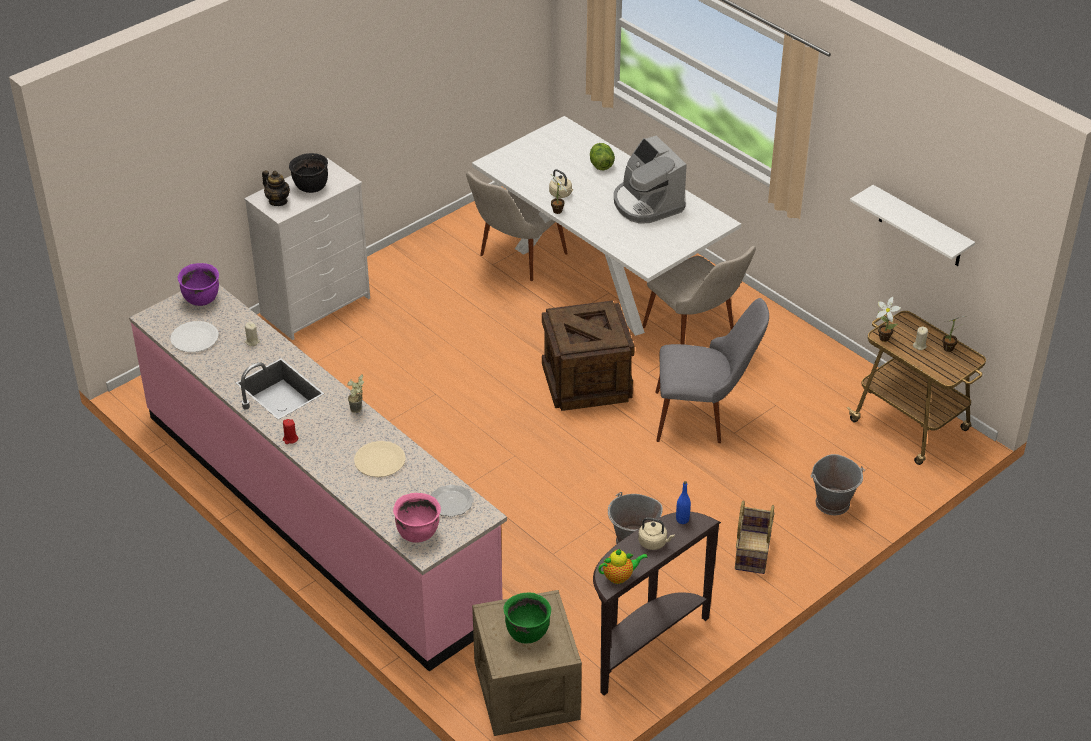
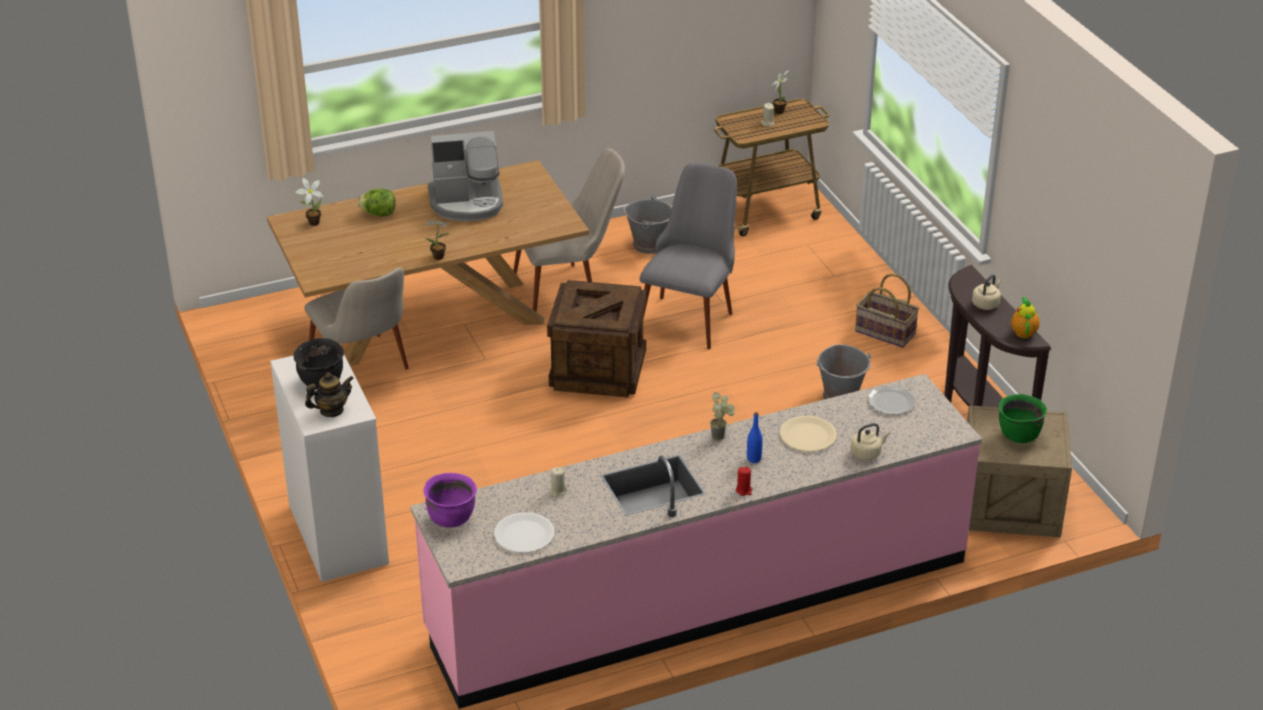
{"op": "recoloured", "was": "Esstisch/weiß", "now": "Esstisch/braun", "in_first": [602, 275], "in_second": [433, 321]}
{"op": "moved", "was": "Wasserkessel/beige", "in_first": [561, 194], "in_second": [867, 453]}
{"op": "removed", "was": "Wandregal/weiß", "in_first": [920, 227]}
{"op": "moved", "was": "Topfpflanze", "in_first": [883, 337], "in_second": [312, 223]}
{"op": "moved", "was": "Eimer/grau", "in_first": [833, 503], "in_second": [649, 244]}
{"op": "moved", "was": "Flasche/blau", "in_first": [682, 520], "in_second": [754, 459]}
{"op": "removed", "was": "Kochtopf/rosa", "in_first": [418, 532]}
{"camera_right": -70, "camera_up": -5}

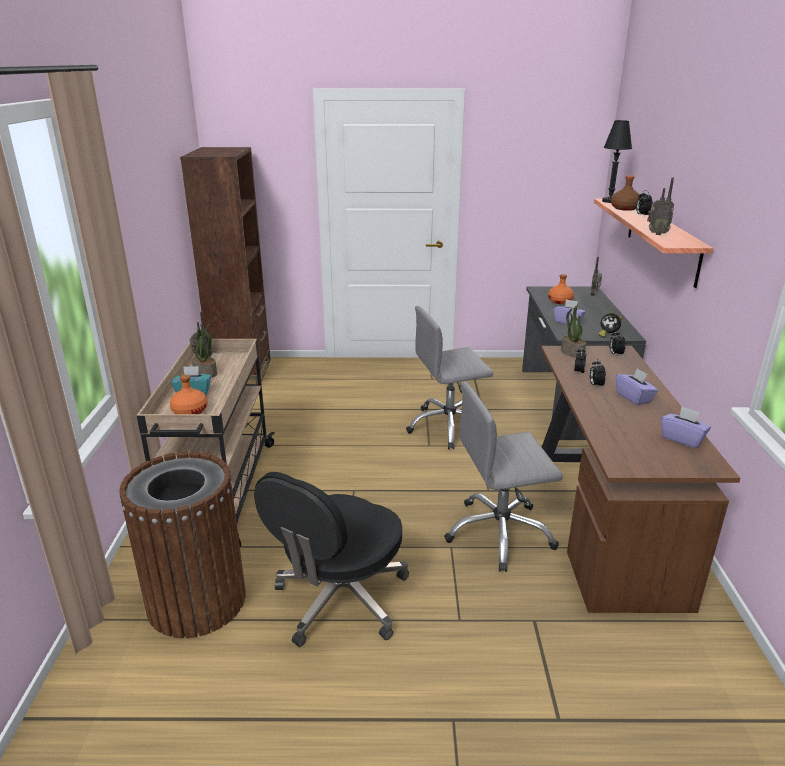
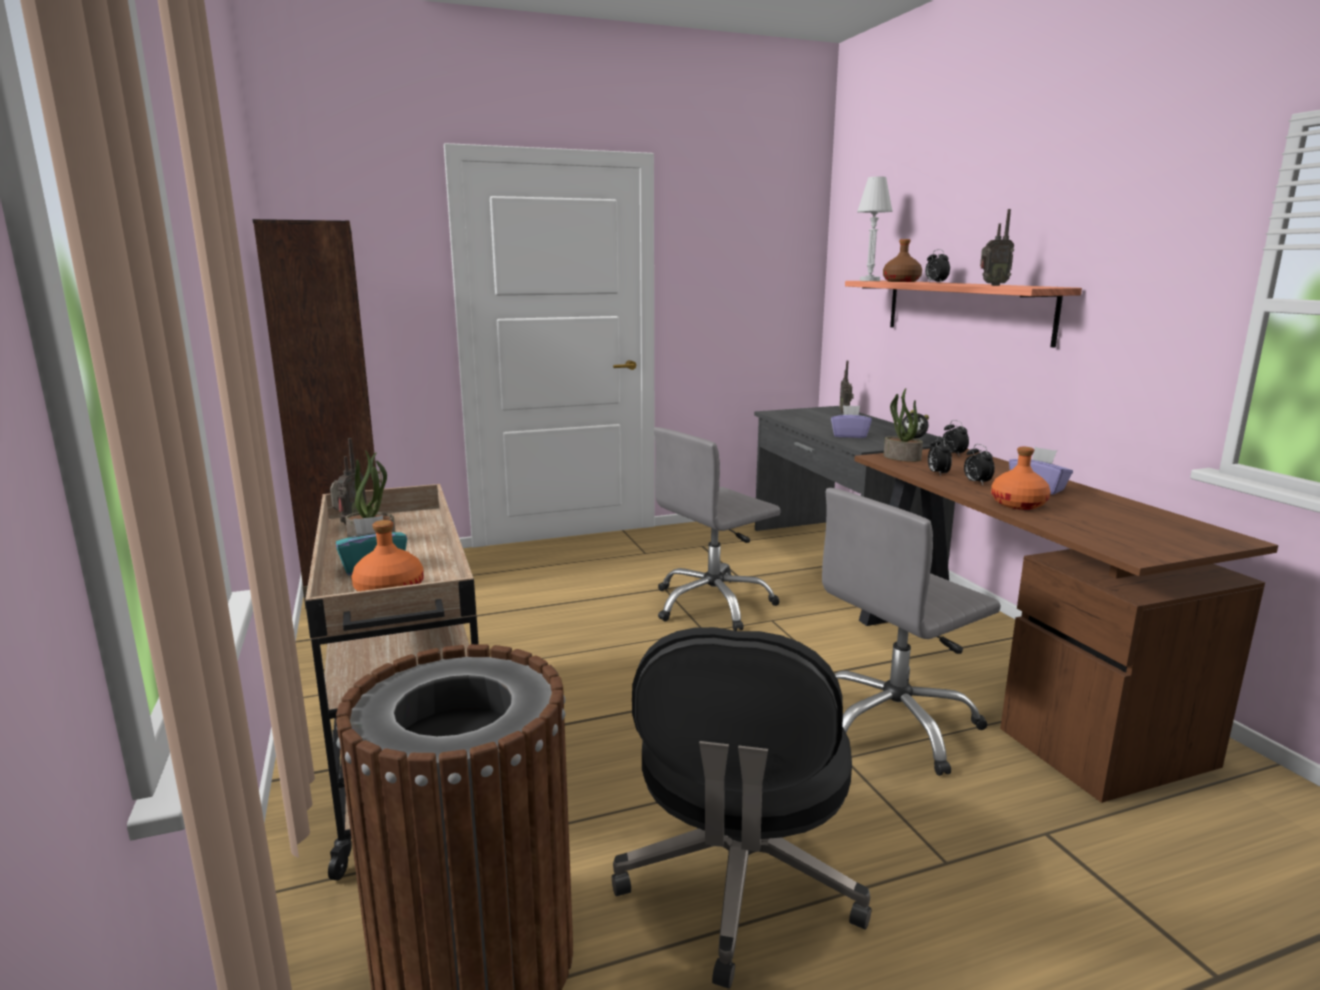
{"op": "recoloured", "was": "Tischlampe/schwarz", "now": "Tischlampe/weiß", "in_first": [610, 201], "in_second": [869, 280]}
{"op": "moved", "was": "Flasche/orange", "in_first": [560, 301], "in_second": [1019, 504]}
{"op": "removed", "was": "Taschentuchbox/lila", "in_first": [682, 439]}
{"camera_right": -20, "camera_up": -10}

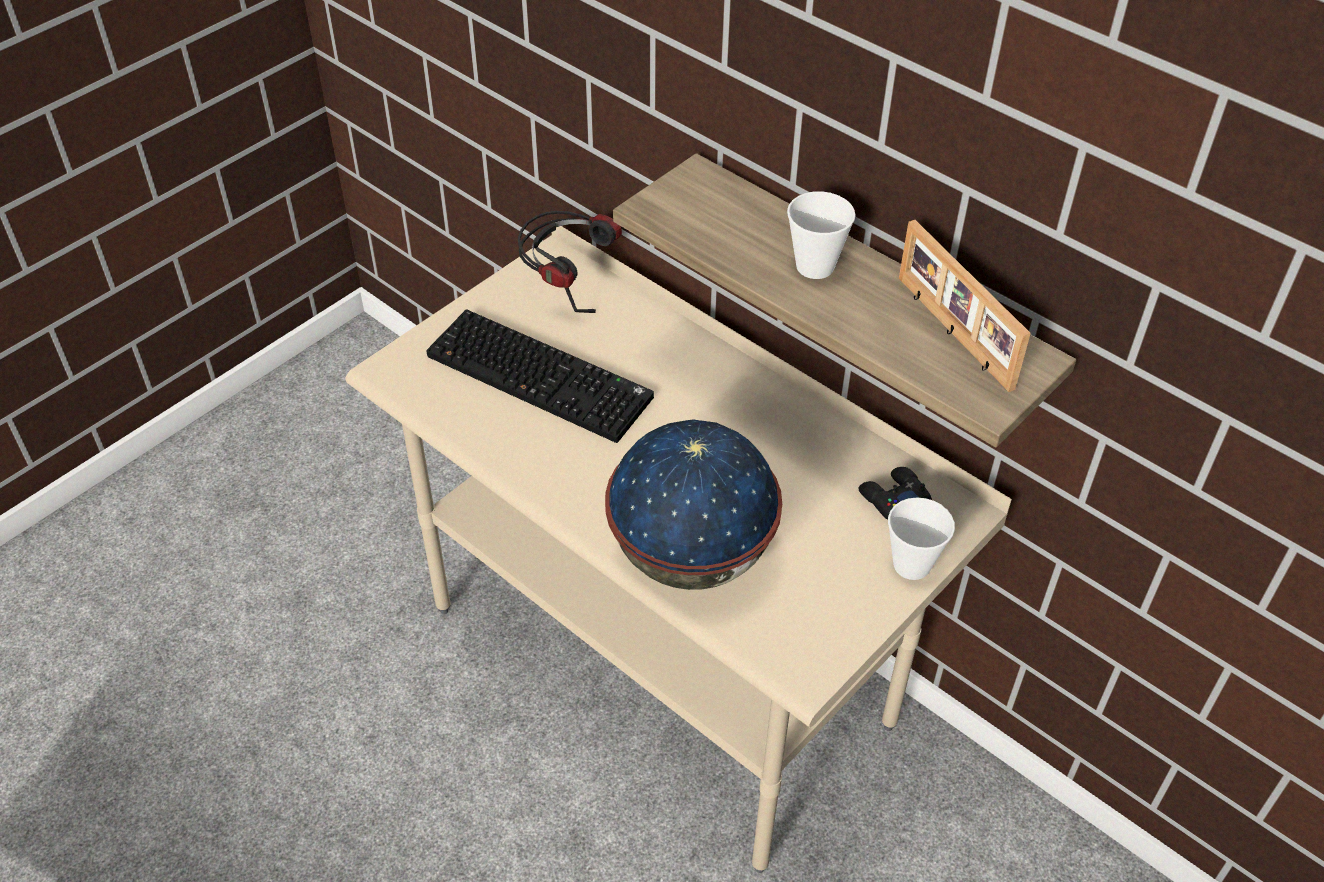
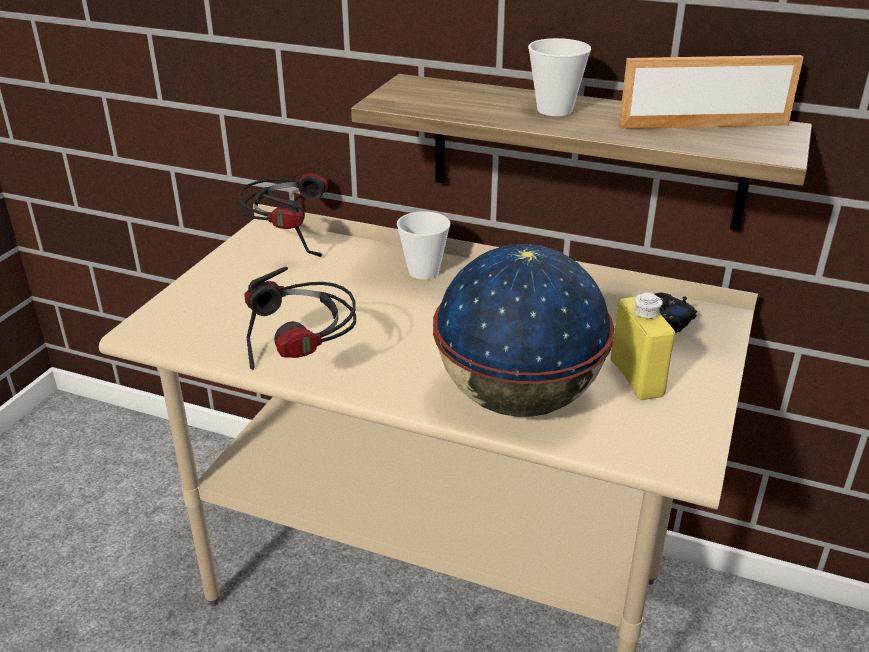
{"op": "turned", "was": "Bilderrahmen", "in_first": [952, 332], "in_second": [702, 125], "clockwise": 135}
{"op": "removed", "was": "Tastatur", "in_first": [543, 376]}
{"op": "moved", "was": "Tasse", "in_first": [911, 565], "in_second": [423, 272]}
{"op": "added", "now": "Kopfhörer", "in_second": [306, 366]}
{"op": "added", "now": "Flasche/gelb", "in_second": [636, 378]}
{"camera_right": -20, "camera_up": -15}

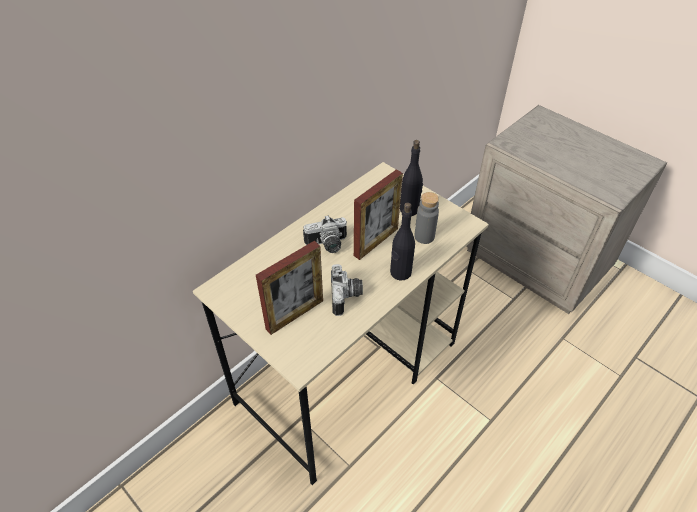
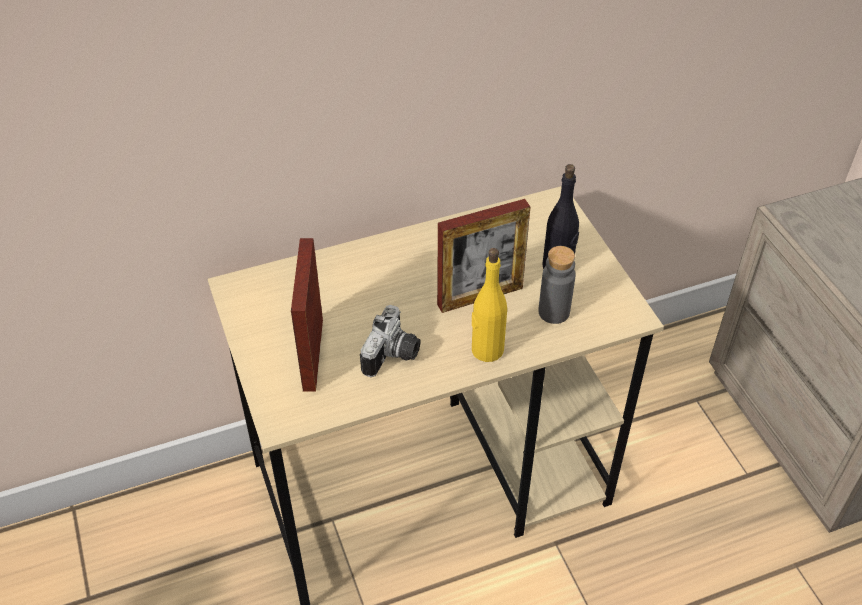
{"op": "recoloured", "was": "Flasche/schwarz", "now": "Flasche/gelb", "in_first": [400, 272], "in_second": [486, 350]}
{"op": "removed", "was": "Kamera", "in_first": [327, 245]}
{"op": "turned", "was": "Bilderrahmen", "in_first": [295, 314], "in_second": [313, 354], "clockwise": 105}
{"camera_right": 25, "camera_up": 0}

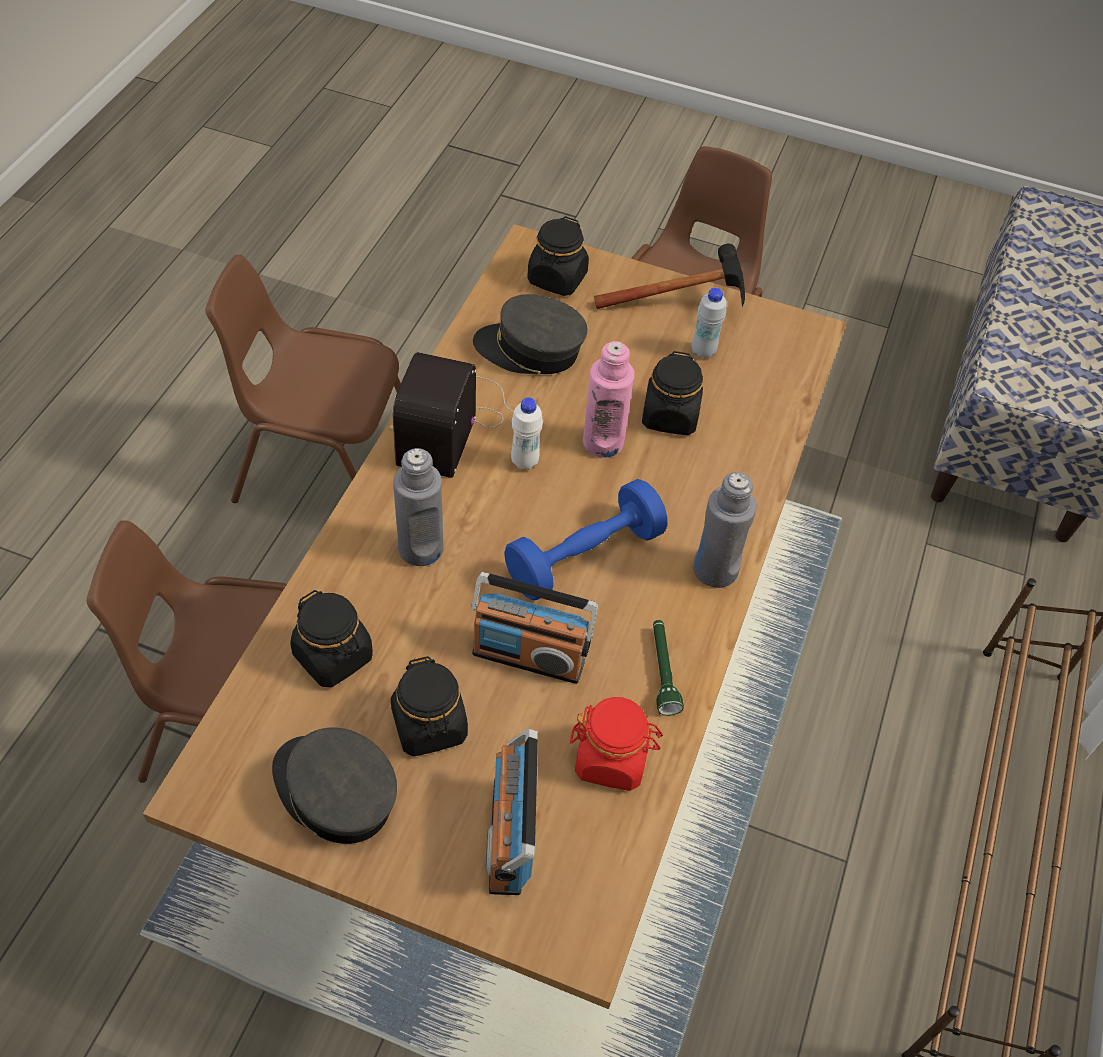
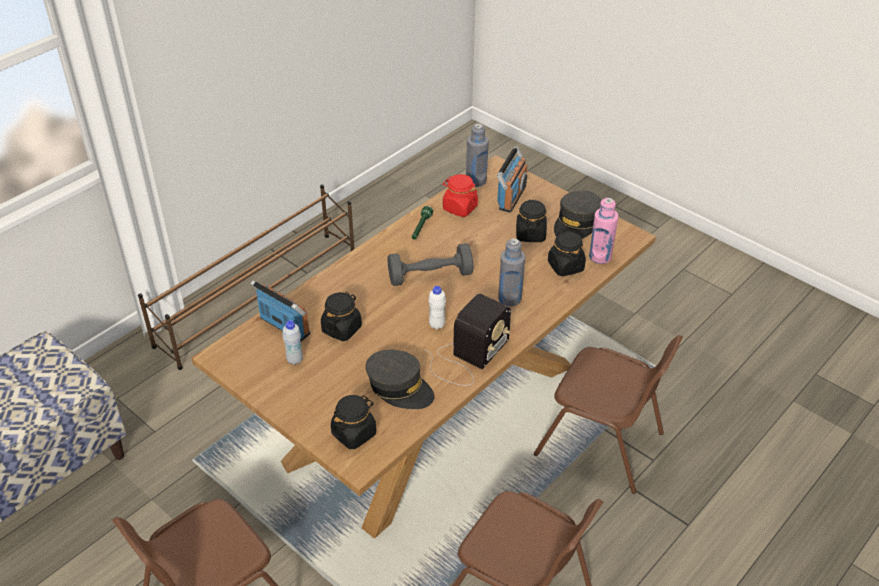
{"op": "removed", "was": "Hammer", "in_first": [685, 304]}
{"op": "moved", "was": "Flasche/rosa", "in_first": [603, 442], "in_second": [600, 257]}
{"op": "moved", "was": "Flasche/grau", "in_first": [715, 570], "in_second": [476, 181]}
{"op": "recoloured", "was": "Hantel/blau", "now": "Hantel/grau", "in_first": [584, 556], "in_second": [430, 276]}
{"op": "moved", "was": "Radio", "in_first": [529, 656], "in_second": [284, 326]}
{"op": "turned", "was": "Kappe/grau", "in_first": [334, 793], "in_second": [576, 223], "clockwise": 60}
{"camera_right": -155, "camera_up": -10}

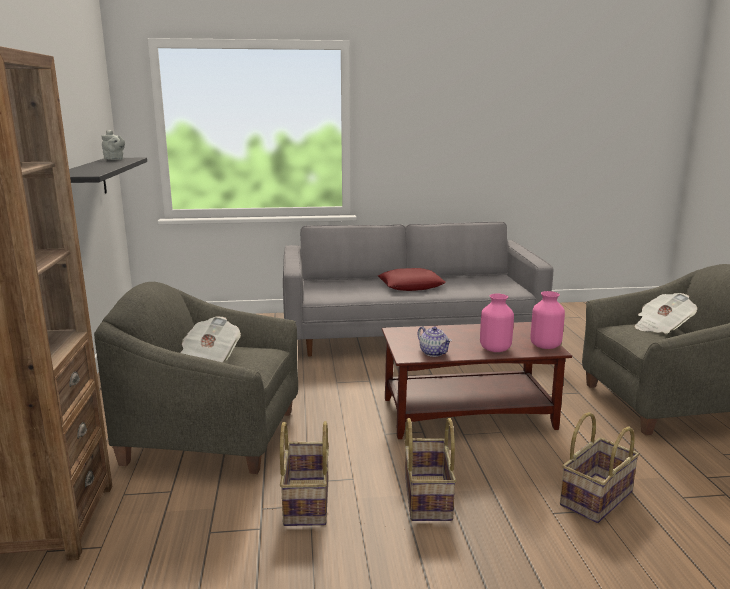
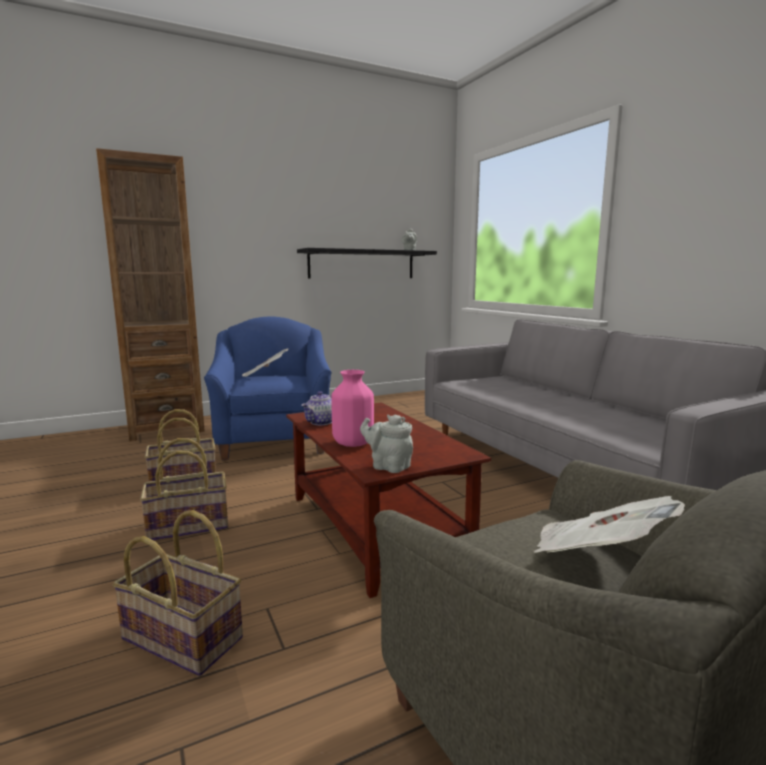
{"op": "removed", "was": "Kissen/rot", "in_first": [411, 286]}
{"op": "recoloured", "was": "Sessel/grau", "now": "Sessel/blau", "in_first": [213, 436], "in_second": [274, 439]}
{"op": "replaced", "was": "Vase/rosa", "now": "Teekanne/grau", "in_first": [545, 345], "in_second": [388, 466]}
{"camera_right": 70, "camera_up": -5}

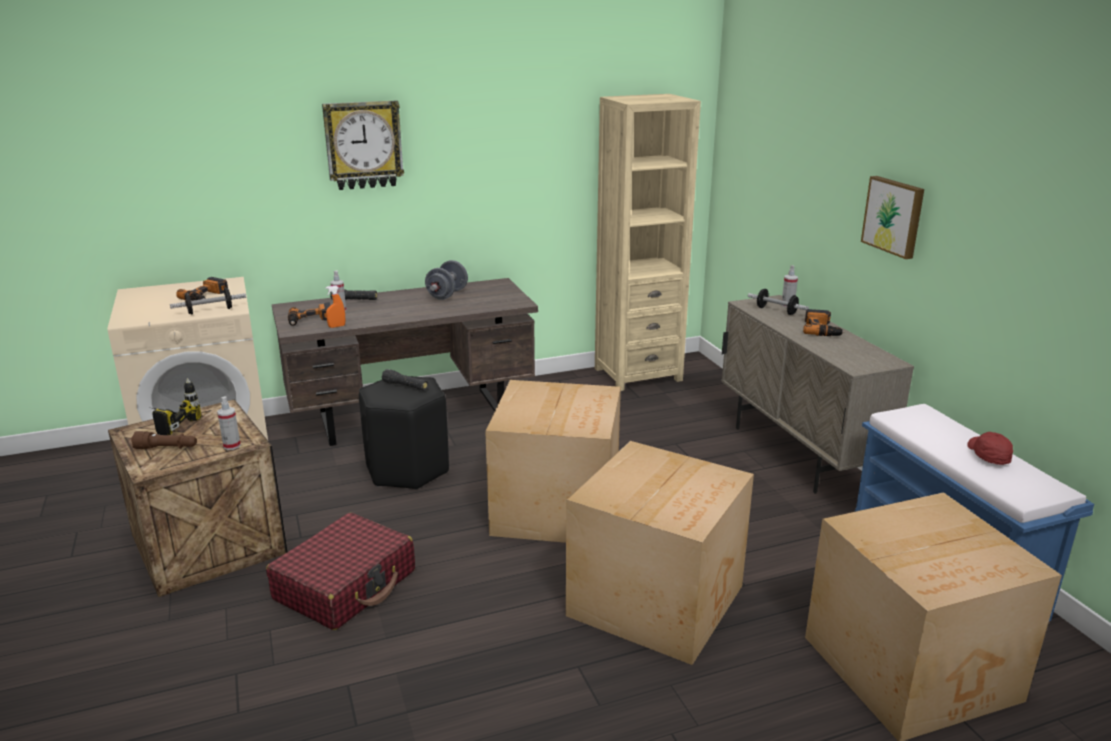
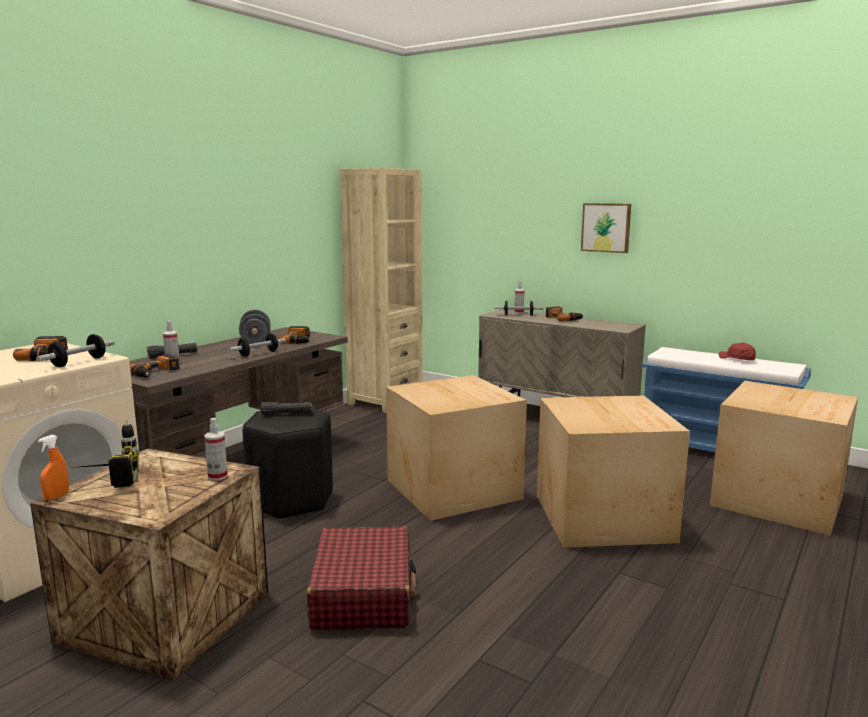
{"op": "removed", "was": "Wanduhr", "in_first": [363, 145]}
{"op": "moved", "was": "Sprühflasche/orange", "in_first": [337, 326], "in_second": [57, 496]}
{"op": "removed", "was": "Taschenlampe/braun", "in_first": [167, 448]}
{"op": "added", "now": "Bohrmaschine", "in_second": [298, 340]}
{"op": "added", "now": "Hantel", "in_second": [258, 354]}
{"camera_right": -35, "camera_up": -10}

